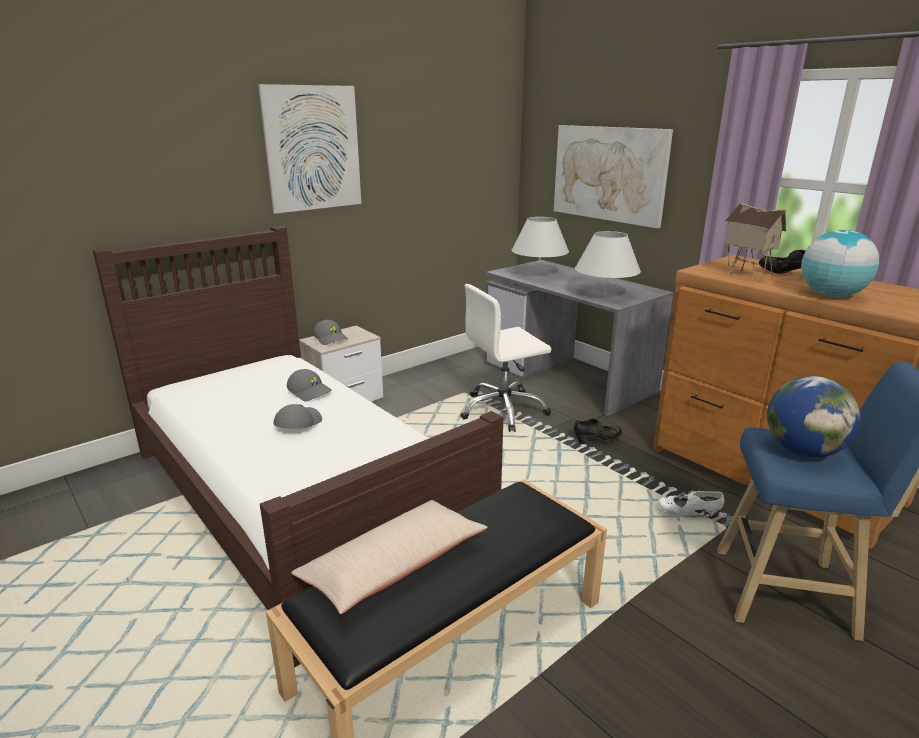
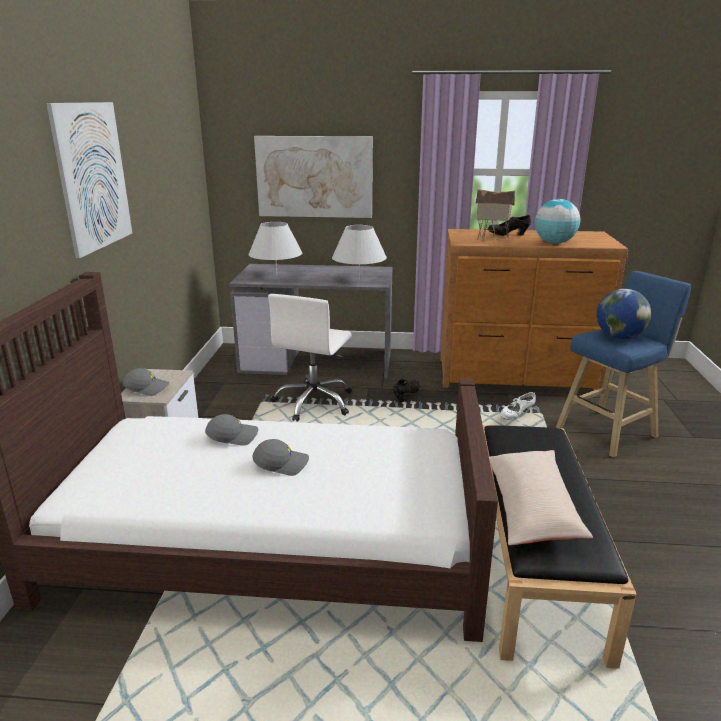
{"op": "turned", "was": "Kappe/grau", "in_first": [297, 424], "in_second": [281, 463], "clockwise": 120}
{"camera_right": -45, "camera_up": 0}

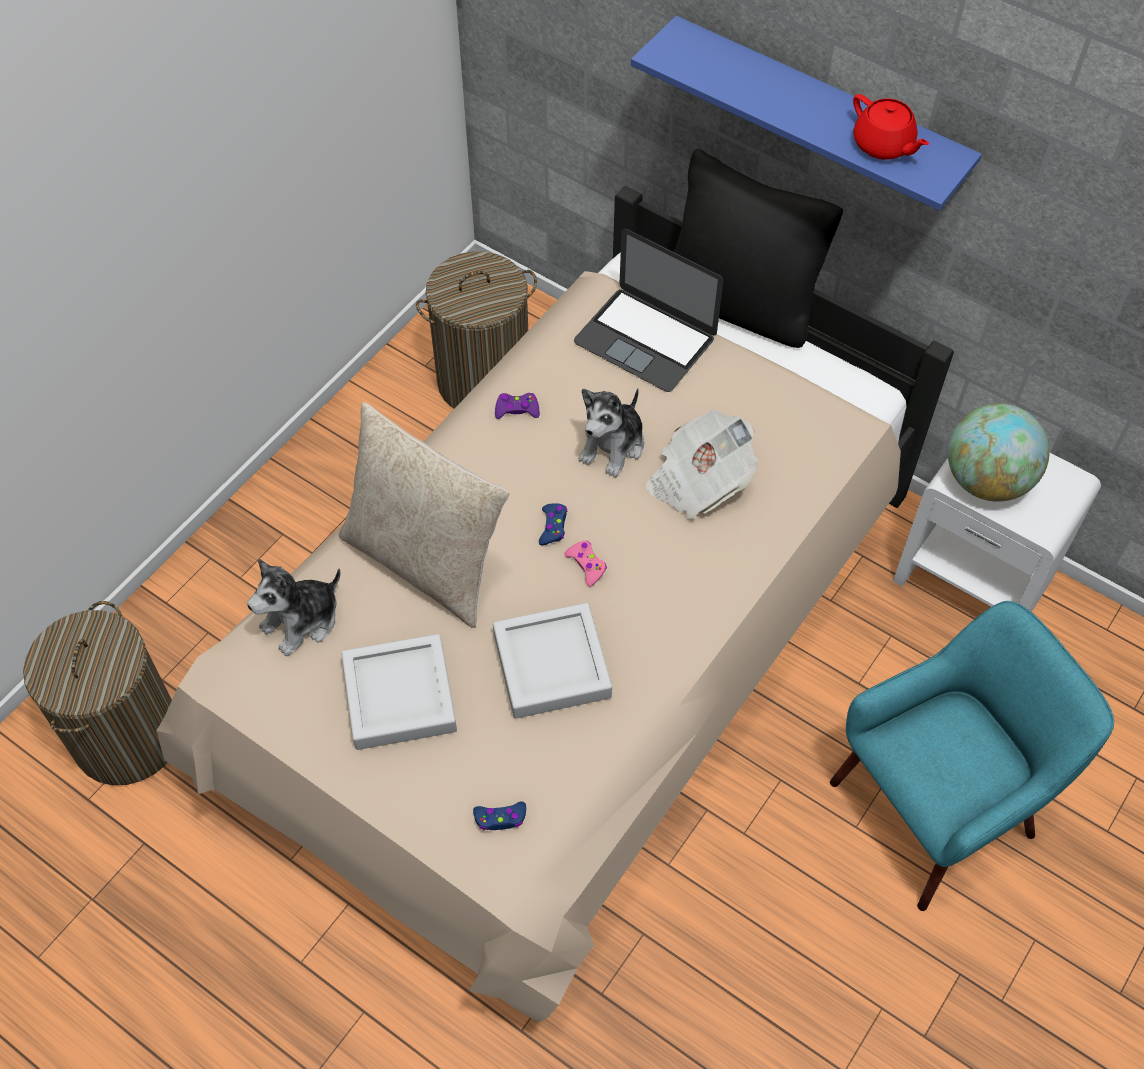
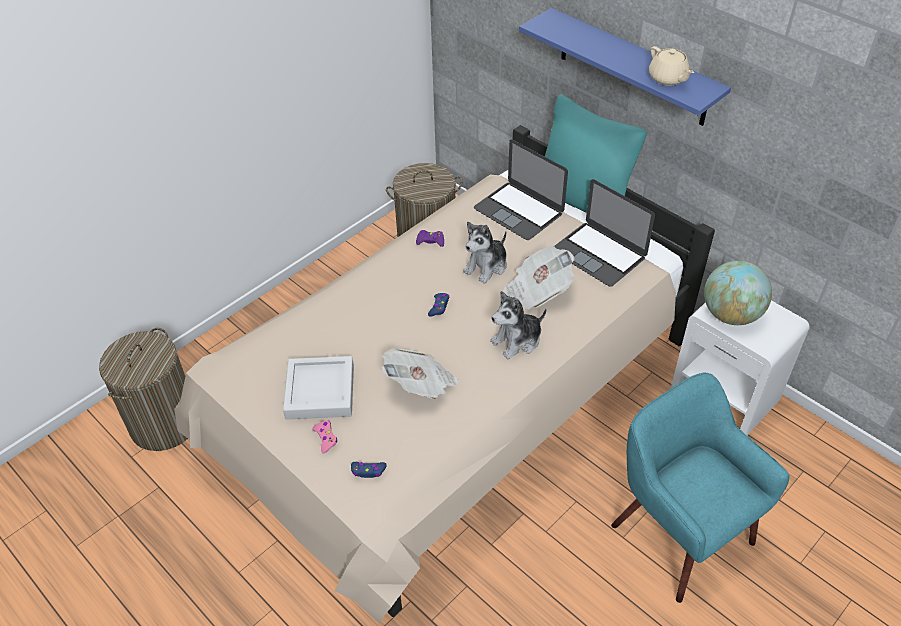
{"op": "recoloured", "was": "Teekanne/rot", "now": "Teekanne/beige", "in_first": [883, 145], "in_second": [668, 78]}
{"op": "recoloured", "was": "Kissen/schwarz", "now": "Kissen/türkis", "in_first": [740, 304], "in_second": [583, 198]}
{"op": "removed", "was": "Kissen/beige", "in_first": [426, 561]}
{"op": "moved", "was": "Gamepad/rosa", "in_first": [586, 565], "in_second": [325, 438]}
{"op": "moved", "was": "Plüschtier", "in_first": [302, 621], "in_second": [517, 341]}
{"op": "turned", "was": "Sessel/türkis", "in_first": [935, 809], "in_second": [679, 533], "clockwise": -105}
{"op": "replaced", "was": "Tablett/grau", "now": "Zeitung", "in_first": [552, 665], "in_second": [421, 385]}
{"op": "added", "now": "Laptop", "in_second": [598, 254]}
{"camera_right": 10, "camera_up": -10}

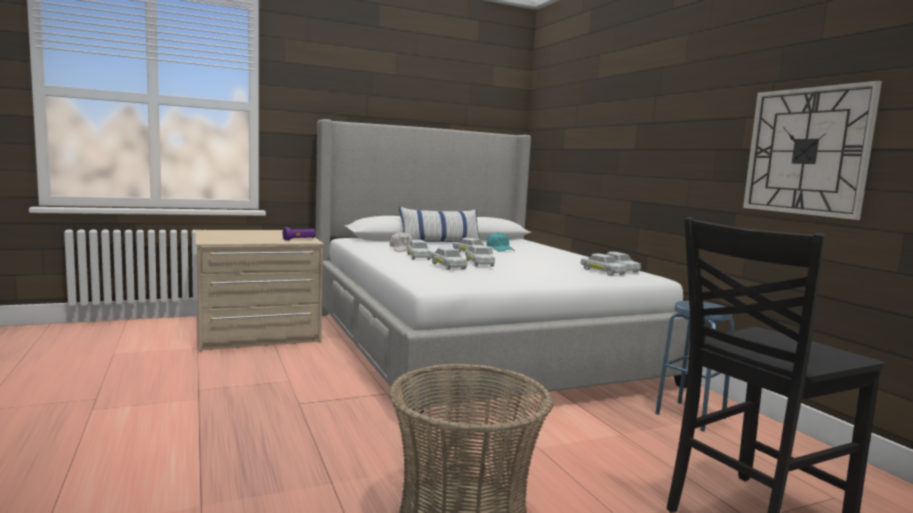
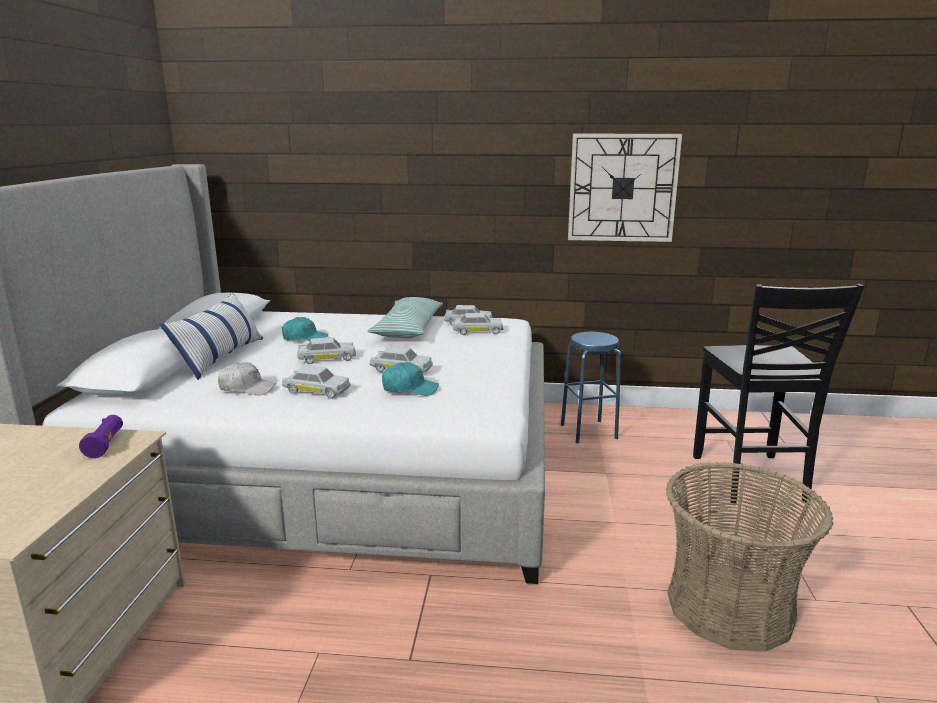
{"op": "replaced", "was": "Spielzeugauto/weiß", "now": "Kappe/türkis", "in_first": [448, 266], "in_second": [409, 389]}
{"op": "added", "now": "Kissen", "in_second": [408, 329]}
{"camera_right": -60, "camera_up": 10}

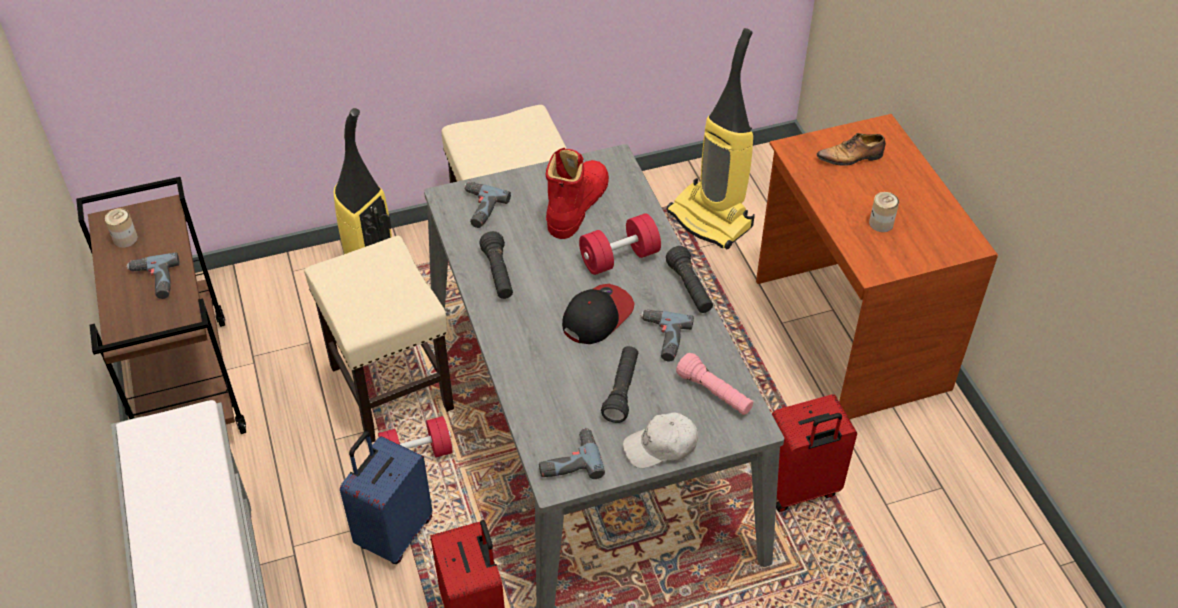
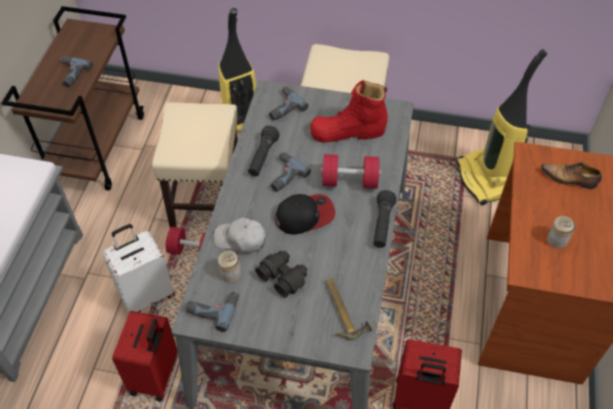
{"op": "turned", "was": "Stiefel/rot", "in_first": [577, 205], "in_second": [348, 131], "clockwise": -150}
{"op": "moved", "was": "Dose", "in_first": [125, 239], "in_second": [230, 274]}
{"op": "moved", "was": "Bohrmaschine", "in_first": [662, 338], "in_second": [283, 175]}
{"op": "replaced", "was": "Taschenlampe/schwarz", "now": "Fernglas/schwarz", "in_first": [621, 390], "in_second": [283, 276]}
{"op": "replaced", "was": "Taschenlampe/rosa", "now": "Hammer", "in_first": [714, 393], "in_second": [344, 310]}
{"op": "moved", "was": "Kappe/weiß", "in_first": [661, 446], "in_second": [240, 239]}
{"op": "recoloured", "was": "Koffer/blau", "now": "Koffer/weiß", "in_first": [393, 533], "in_second": [147, 294]}
{"camera_right": 30, "camera_up": 5}

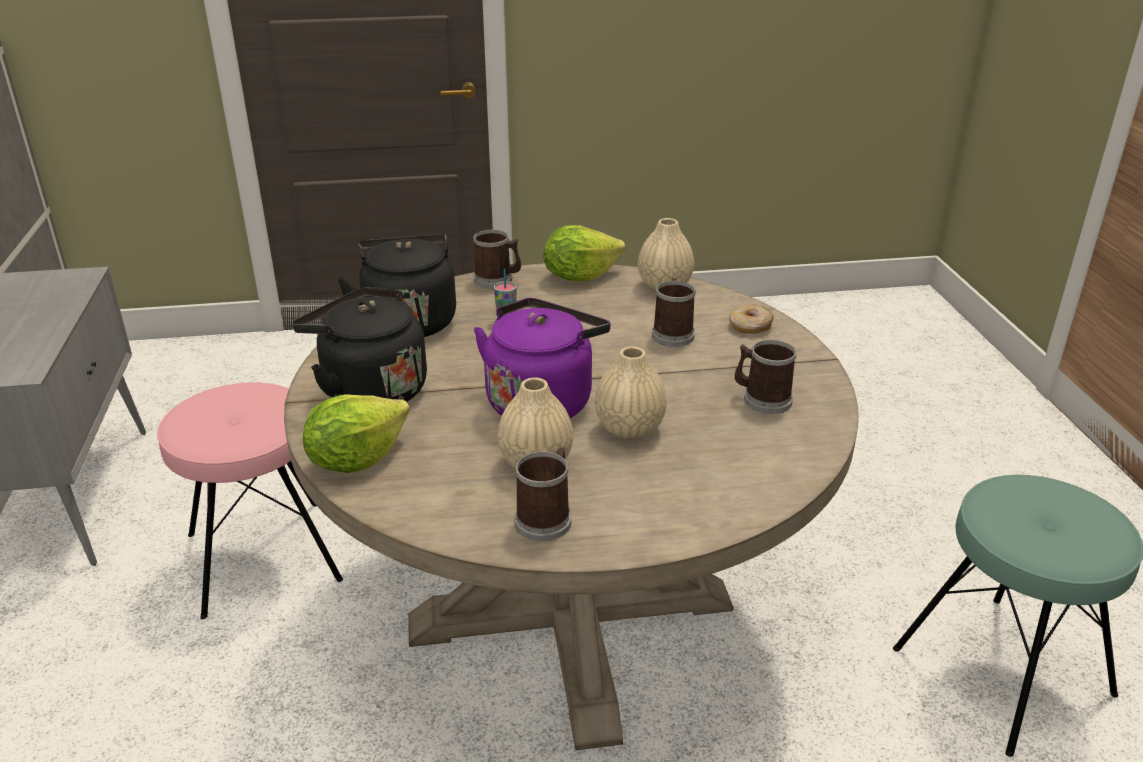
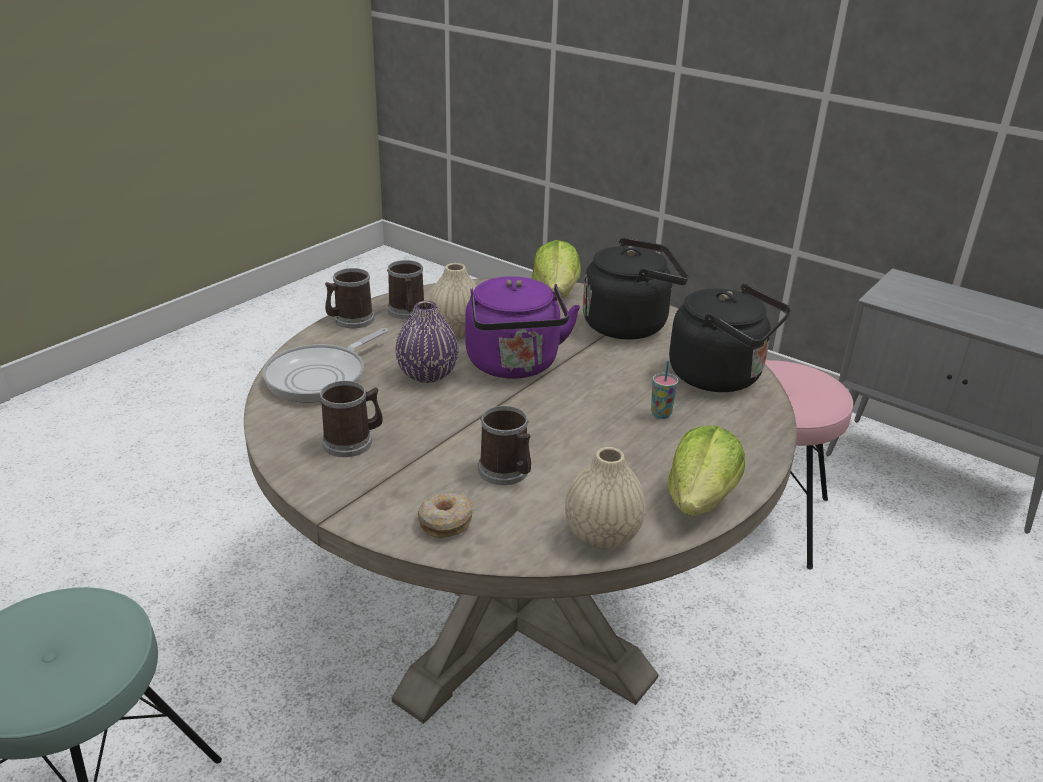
{"op": "moved", "was": "Henkelbecher", "in_first": [497, 280], "in_second": [350, 320]}
{"op": "recoloured", "was": "Vase/beige", "now": "Vase/lila", "in_first": [629, 428], "in_second": [427, 374]}
{"op": "added", "now": "Pfanne", "in_second": [321, 377]}
{"camera_right": 135, "camera_up": 0}

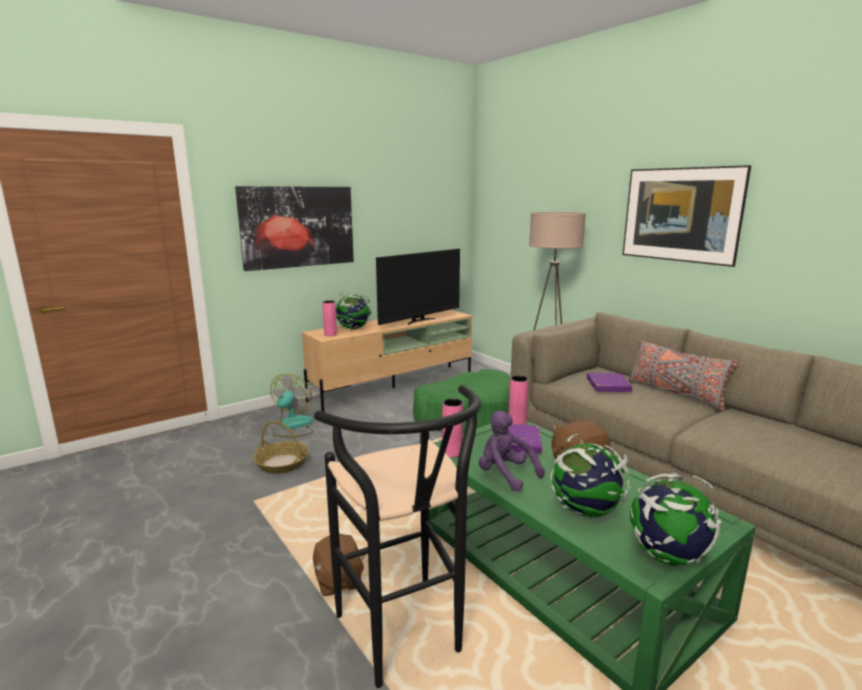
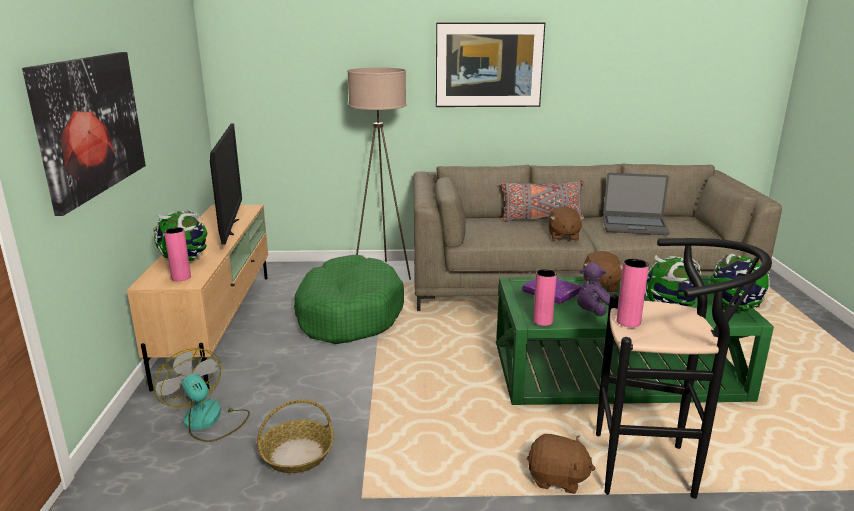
{"op": "removed", "was": "Buch/lila", "in_first": [608, 385]}
{"op": "moved", "was": "Vase/rosa", "in_first": [517, 424], "in_second": [628, 322]}
{"op": "added", "now": "Laptop", "in_second": [634, 226]}
{"op": "added", "now": "Plüschtier/braun", "in_second": [563, 236]}
{"camera_right": -55, "camera_up": 5}

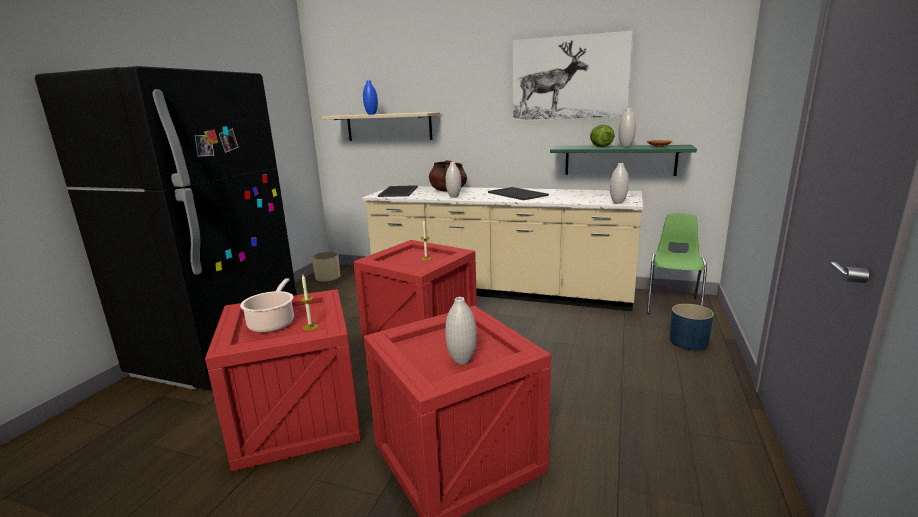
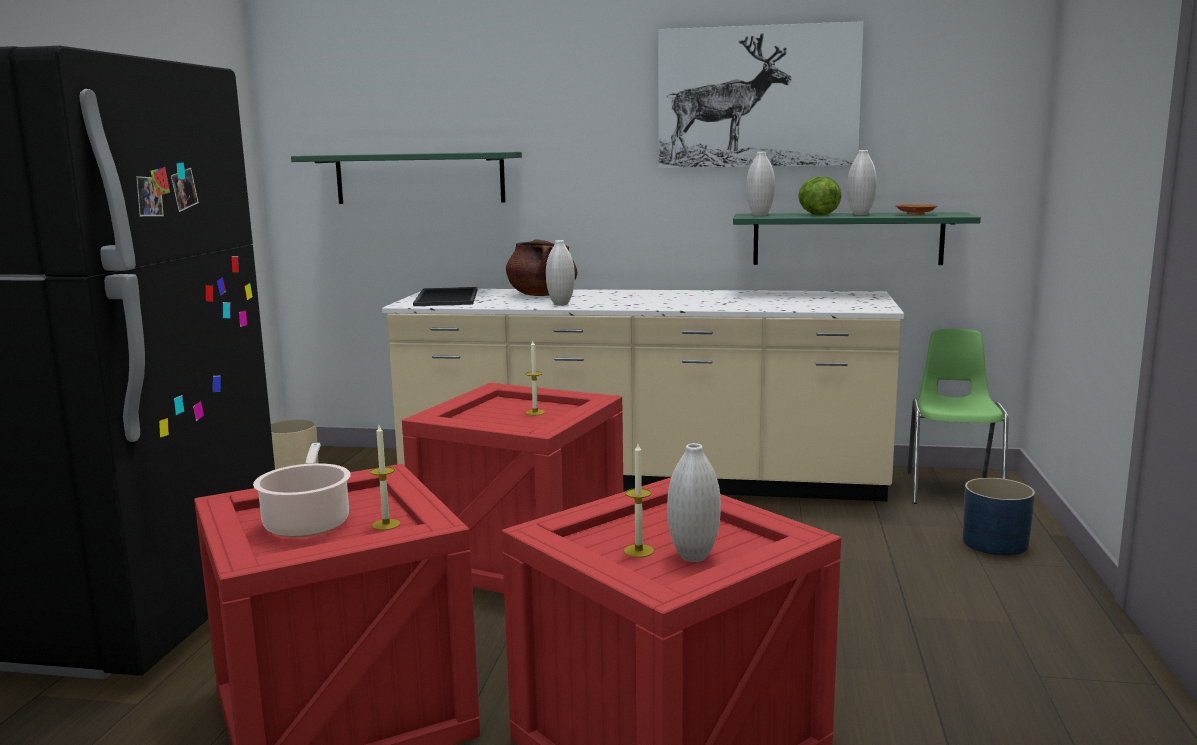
{"op": "removed", "was": "Vase/blau", "in_first": [371, 114]}
{"op": "recoloured", "was": "Wandregal/beige", "now": "Wandregal/grün", "in_first": [388, 127], "in_second": [419, 178]}
{"op": "moved", "was": "Vase/weiß", "in_first": [618, 202], "in_second": [760, 215]}
{"op": "removed", "was": "Tablett", "in_first": [518, 194]}
{"op": "added", "now": "Kerze", "in_second": [638, 551]}
{"camera_right": -10, "camera_up": -5}

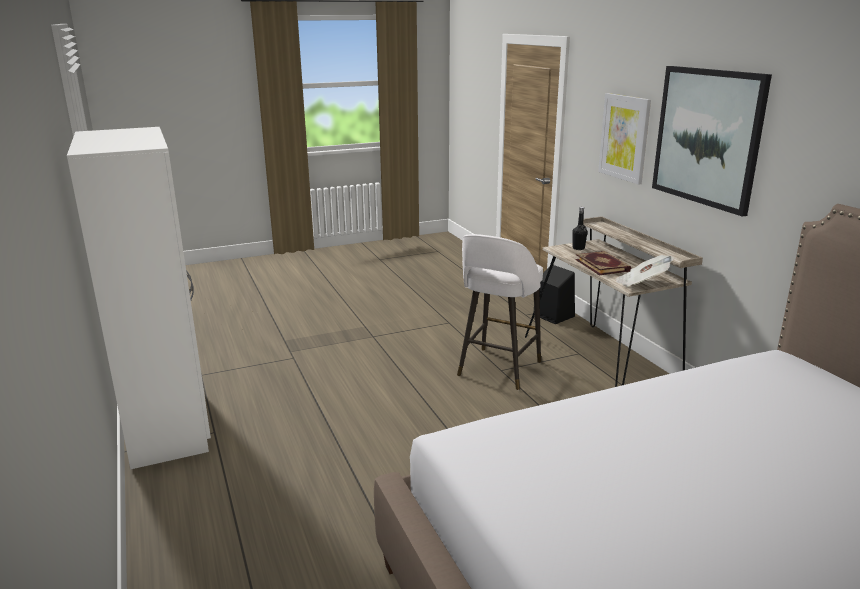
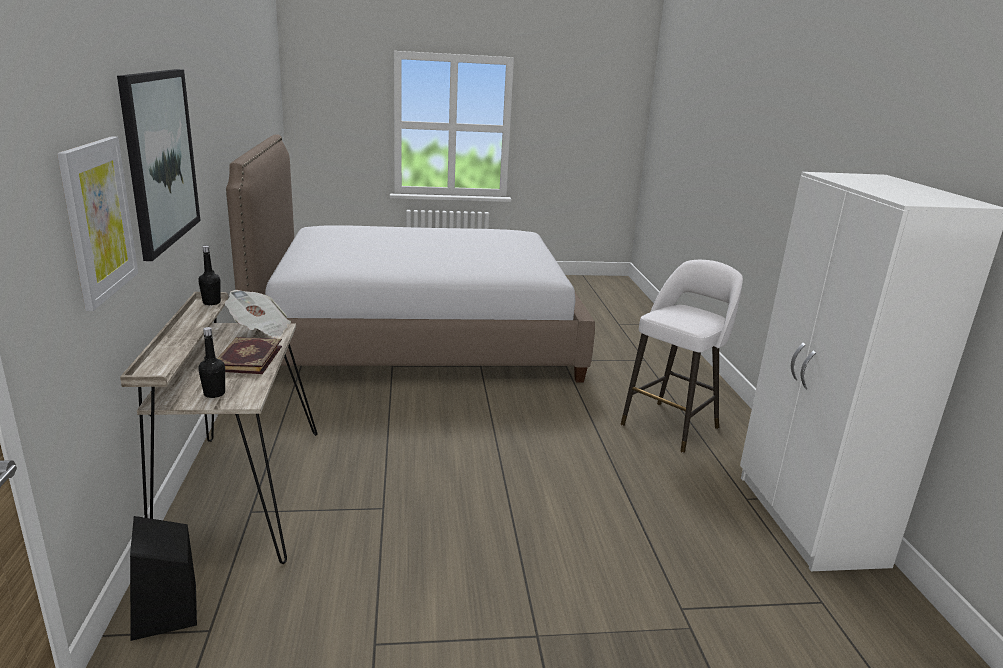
{"op": "moved", "was": "Hocker/weiß", "in_first": [498, 369], "in_second": [672, 425]}
{"op": "added", "now": "Flasche/schwarz", "in_second": [211, 303]}
{"camera_right": -165, "camera_up": 0}

